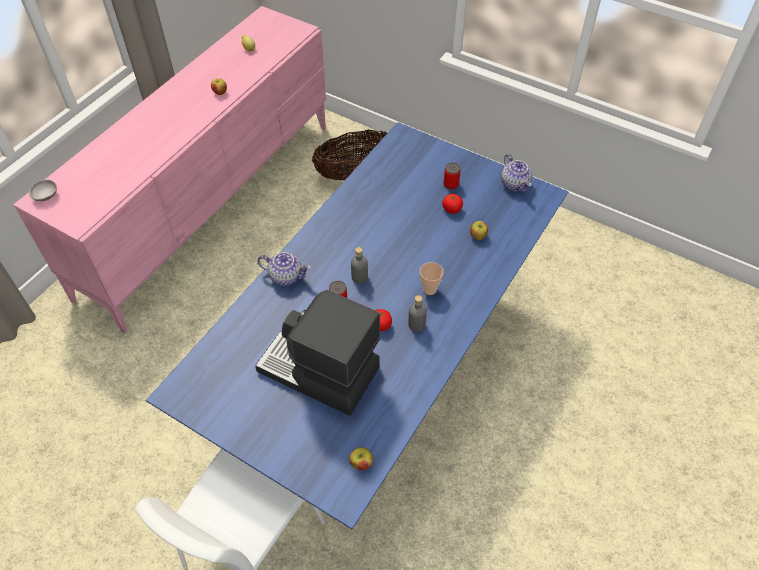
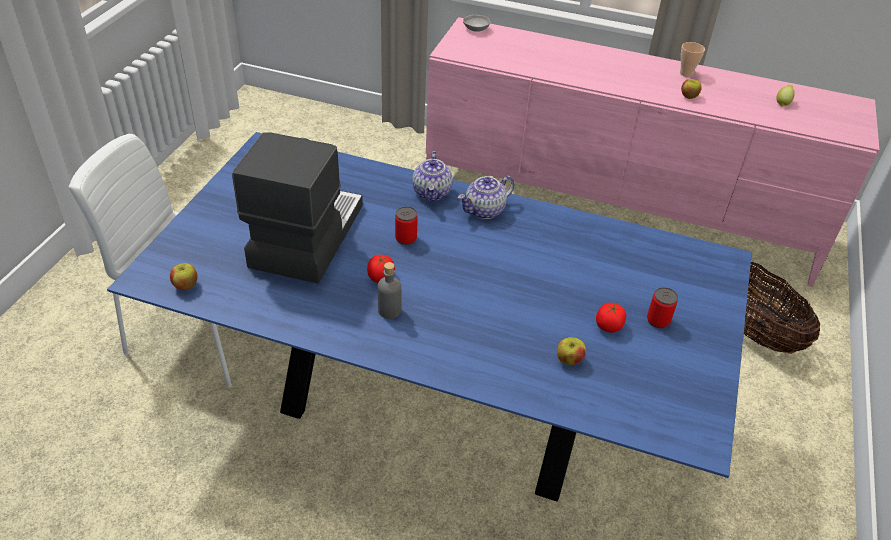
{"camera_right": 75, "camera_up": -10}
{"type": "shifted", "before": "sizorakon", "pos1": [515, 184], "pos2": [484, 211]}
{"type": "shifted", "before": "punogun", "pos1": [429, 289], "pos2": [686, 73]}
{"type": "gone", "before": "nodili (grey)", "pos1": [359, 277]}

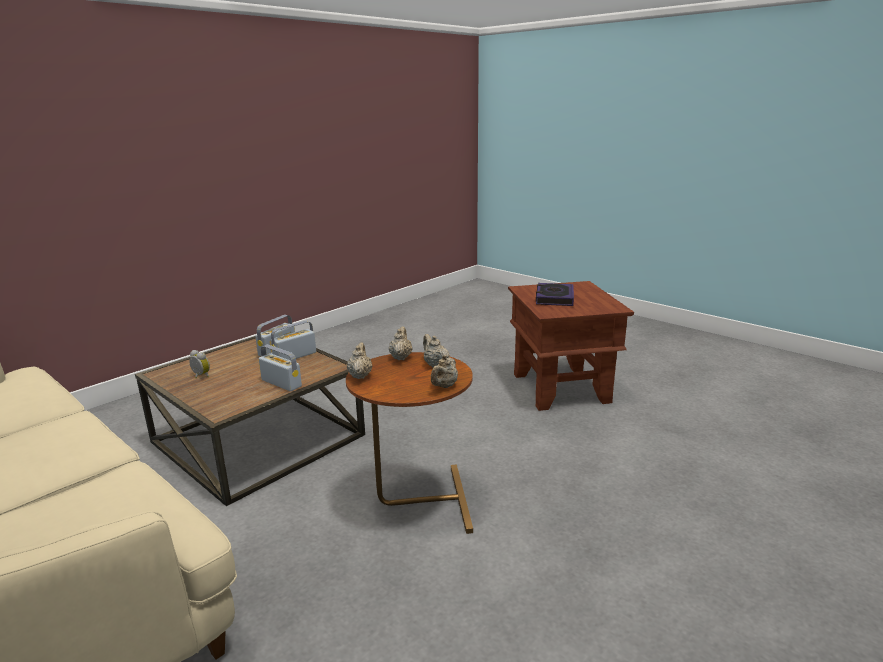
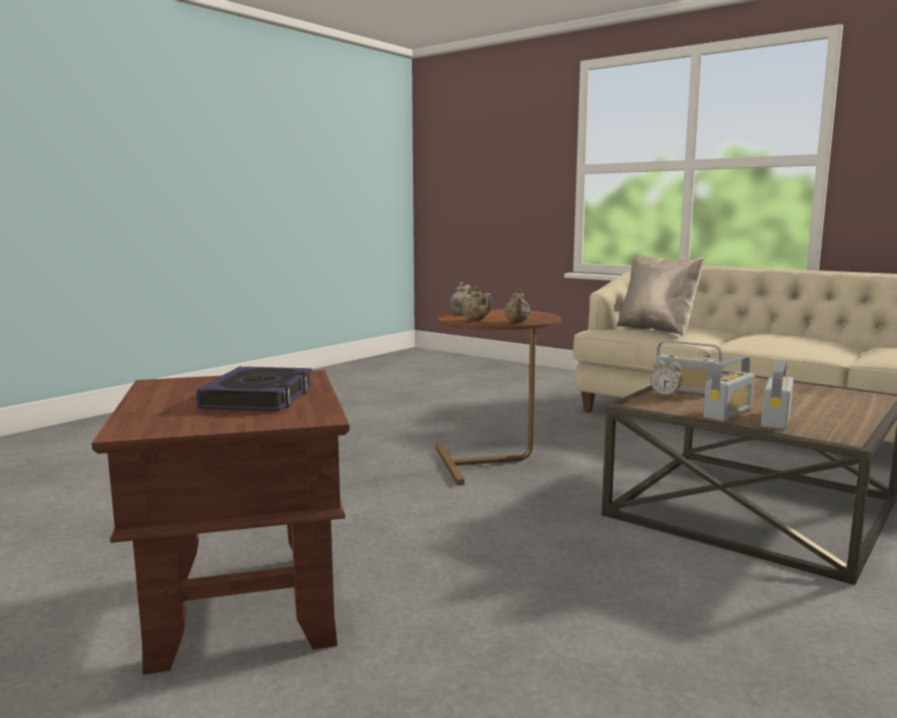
{"camera_right": 175, "camera_up": -10}
{"type": "new", "after": "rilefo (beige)", "pos2": [657, 329]}
{"type": "shifted", "before": "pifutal", "pos1": [200, 376], "pos2": [665, 397]}
{"type": "gone", "before": "sizorakon (beige)", "pos1": [360, 375]}

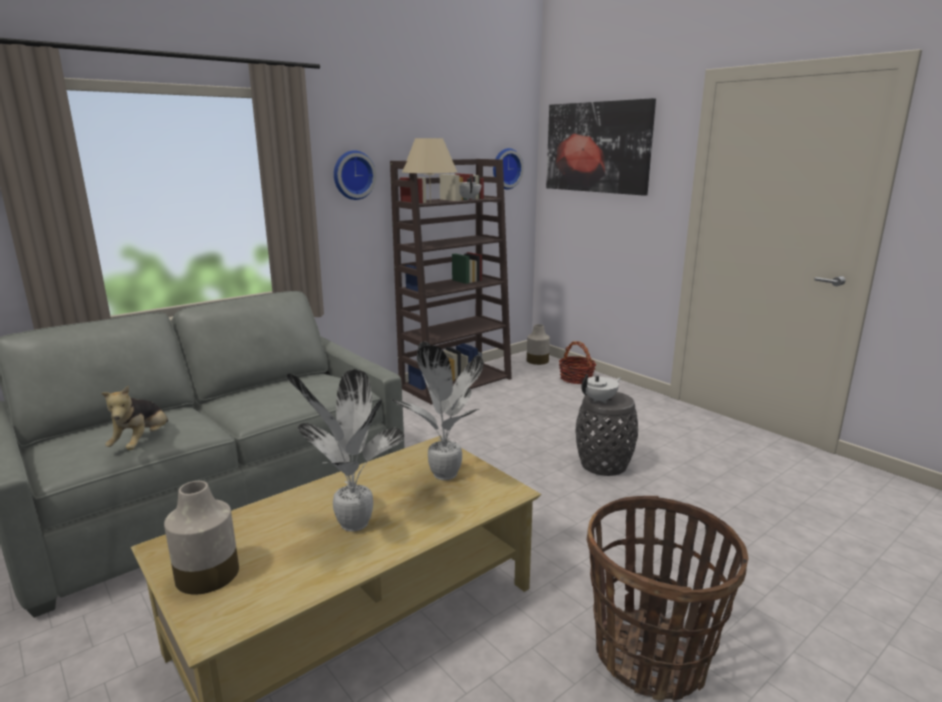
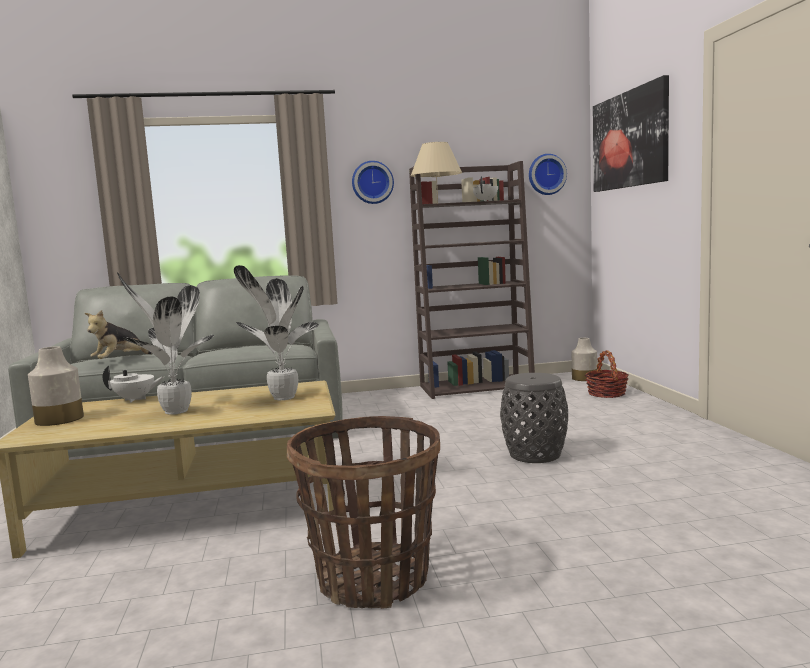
{"camera_right": 30, "camera_up": -10}
{"type": "shifted", "before": "sizorakon (white)", "pos1": [600, 400], "pos2": [135, 399]}

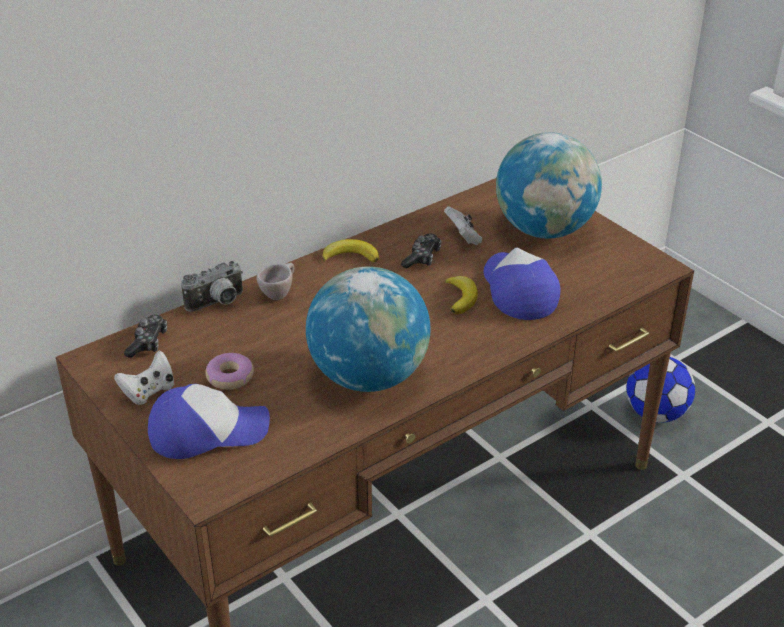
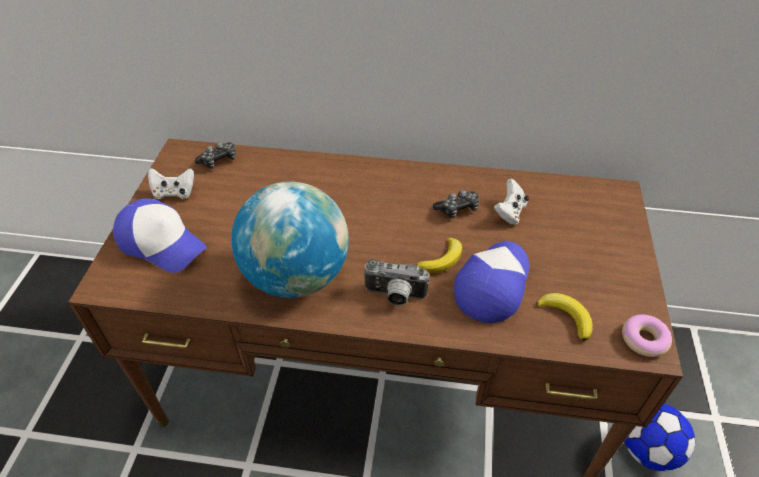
{"camera_right": 45, "camera_up": 10}
{"type": "shifted", "before": "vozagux", "pos1": [217, 303], "pos2": [394, 296]}
{"type": "shifted", "before": "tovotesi", "pos1": [350, 256], "pos2": [566, 316]}
{"type": "shifted", "before": "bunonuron", "pos1": [230, 377], "pos2": [644, 339]}
{"type": "gone", "before": "punogun (beige)", "pos1": [279, 293]}
{"type": "gone", "before": "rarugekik", "pos1": [544, 230]}

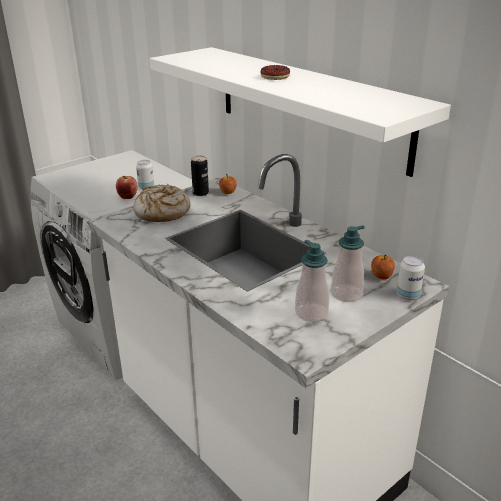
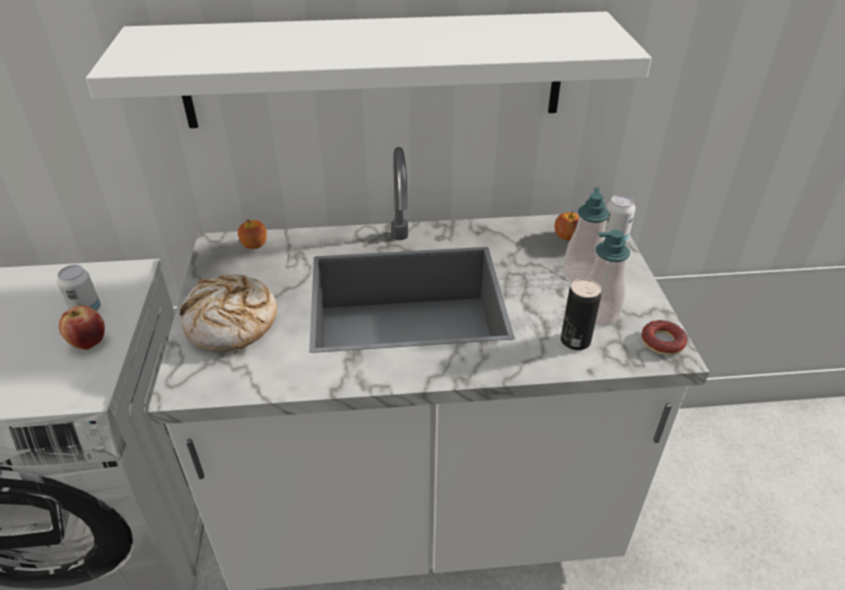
{"camera_right": -55, "camera_up": 10}
{"type": "shifted", "before": "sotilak", "pos1": [200, 193], "pos2": [575, 341]}
{"type": "shifted", "before": "bunonuron", "pos1": [275, 77], "pos2": [662, 342]}

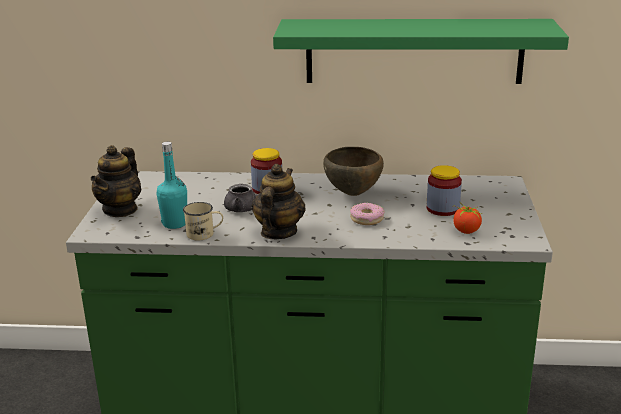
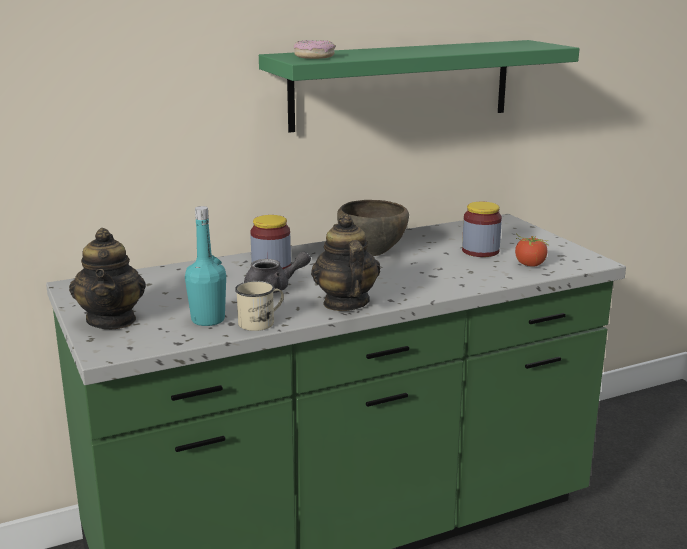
{"camera_right": -30, "camera_up": -5}
{"type": "shifted", "before": "bunonuron", "pos1": [367, 219], "pos2": [314, 56]}

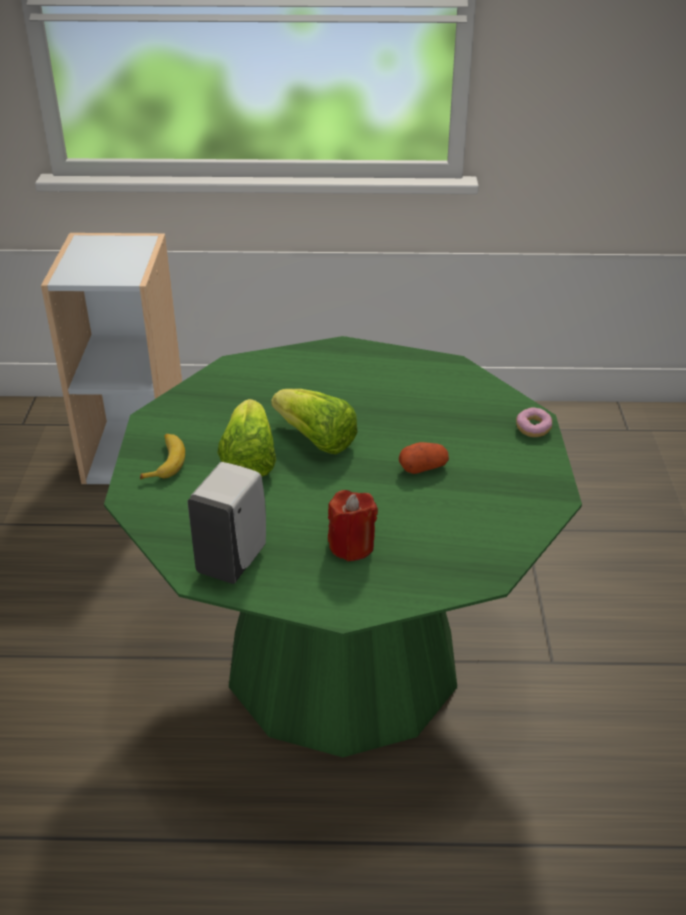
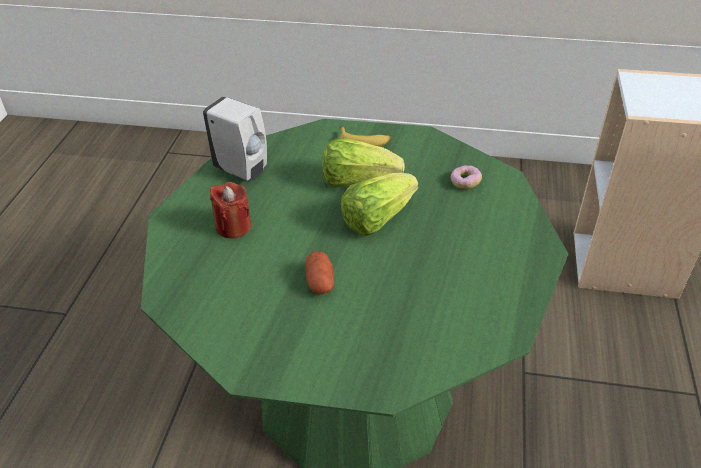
{"camera_right": 100, "camera_up": 5}
{"type": "shifted", "before": "bunonuron", "pos1": [533, 429], "pos2": [465, 182]}

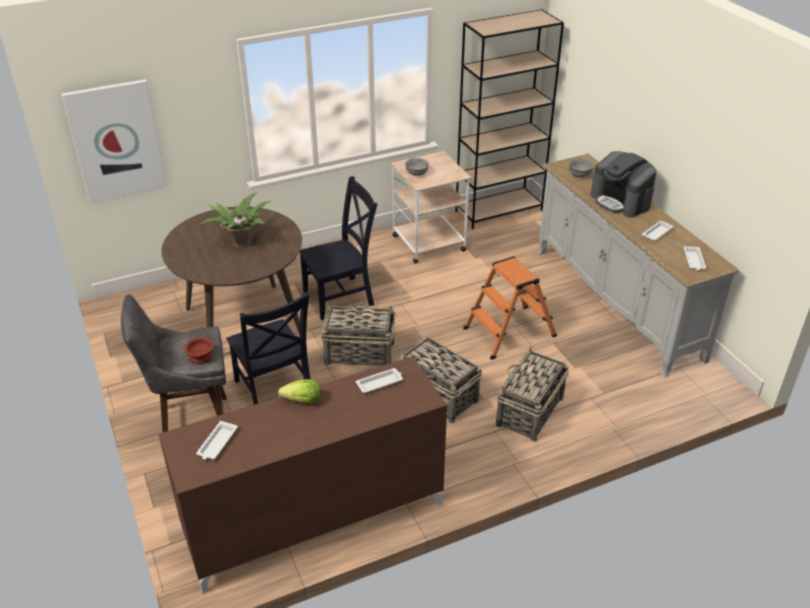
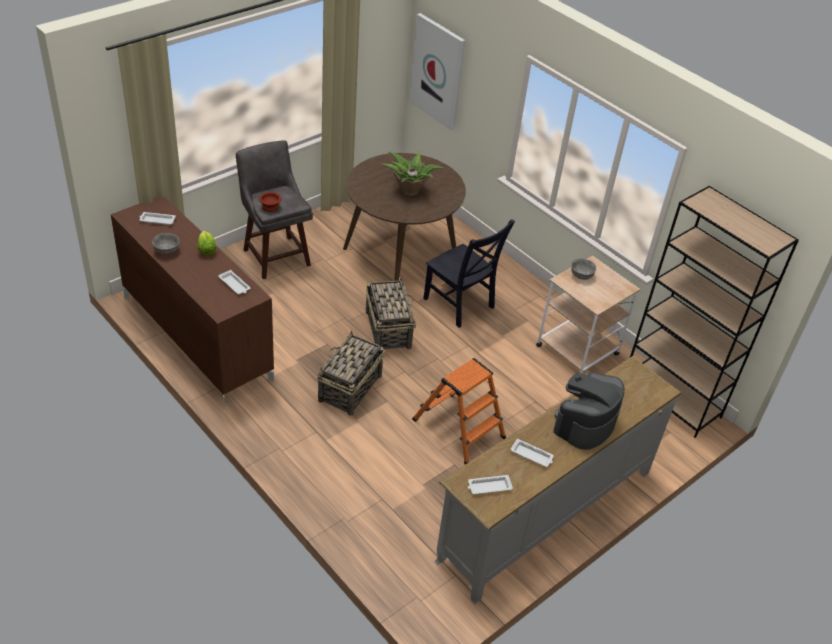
{"camera_right": 70, "camera_up": 5}
{"type": "shifted", "before": "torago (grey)", "pos1": [579, 175], "pos2": [166, 250]}
{"type": "gone", "before": "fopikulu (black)", "pos1": [274, 392]}
{"type": "gone", "before": "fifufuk", "pos1": [529, 412]}

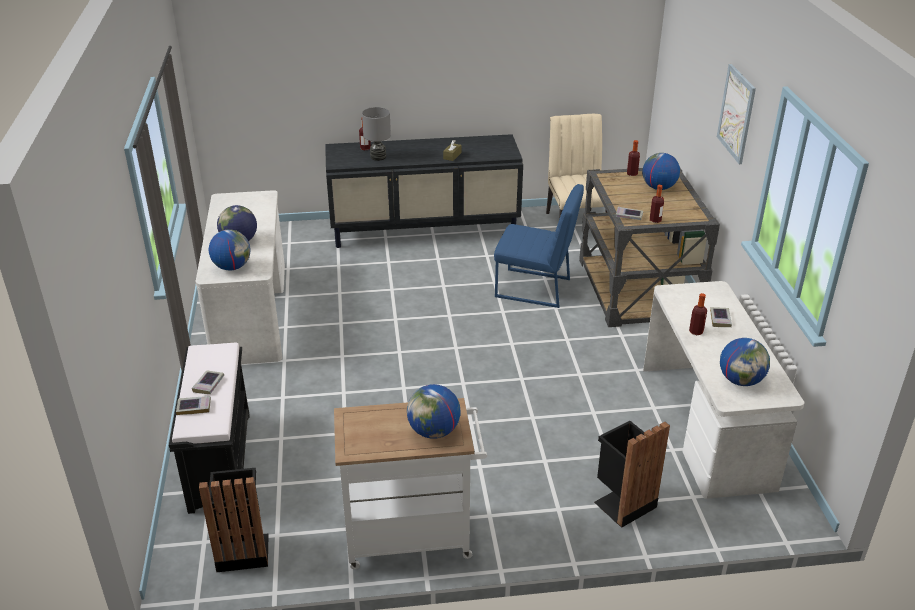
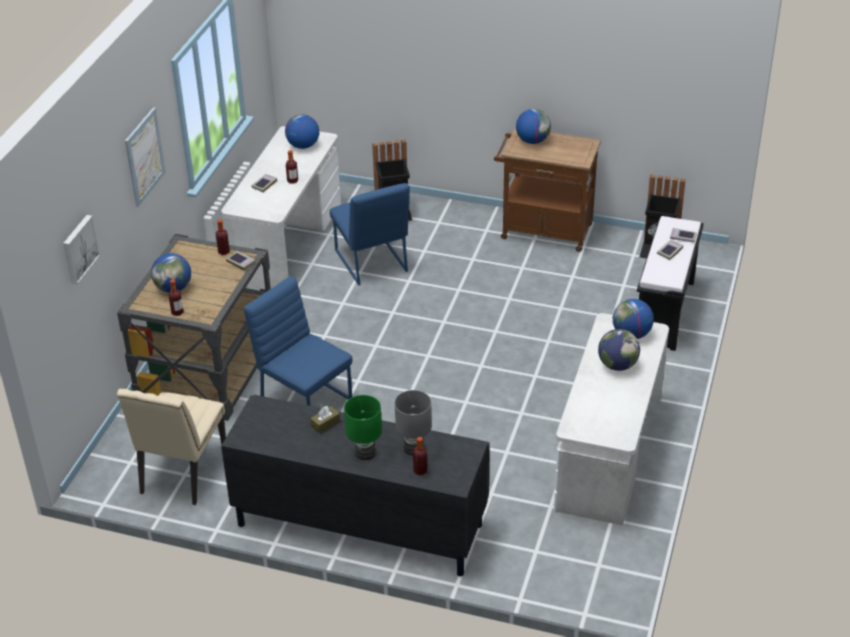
{"camera_right": -155, "camera_up": 5}
{"type": "new", "after": "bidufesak", "pos2": [79, 248]}
{"type": "new", "after": "fopikulu (blue)", "pos2": [371, 262]}
{"type": "new", "after": "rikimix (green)", "pos2": [365, 453]}
{"type": "repainted", "before": "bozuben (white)", "after": "bozuben (brown)", "pos1": [412, 537], "pos2": [543, 231]}

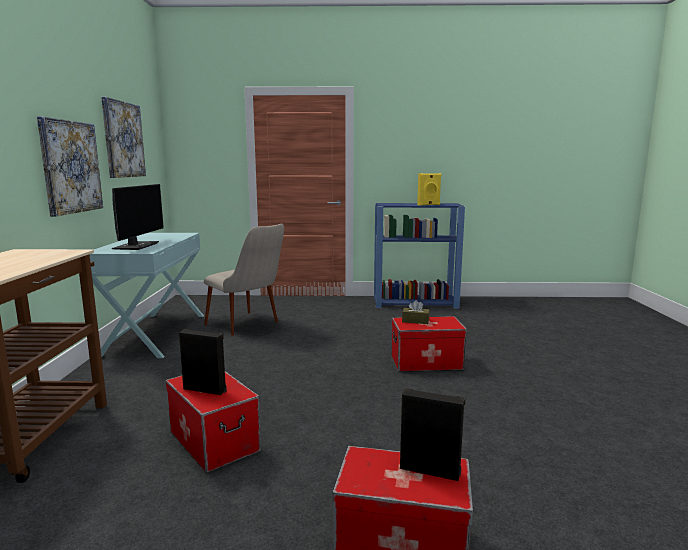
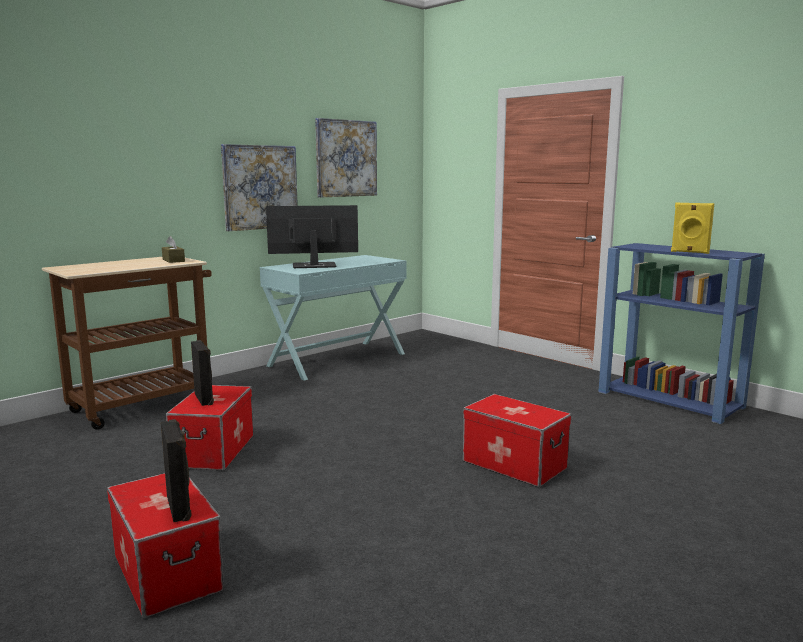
{"camera_right": 45, "camera_up": 0}
{"type": "shifted", "before": "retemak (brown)", "pos1": [415, 321], "pos2": [173, 260]}
{"type": "rotated", "before": "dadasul", "pos1": [136, 246], "pos2": [313, 266], "turn": -150}
{"type": "gone", "before": "fopikulu (beige)", "pos1": [249, 326]}

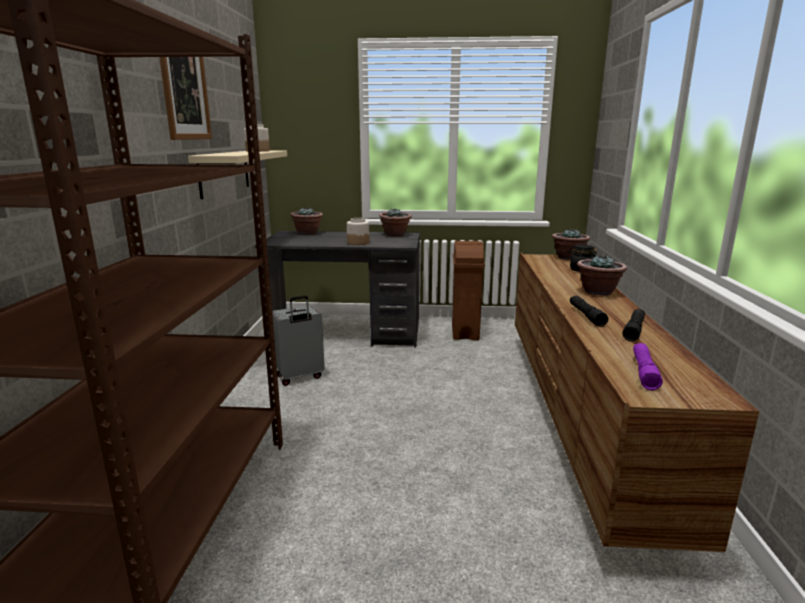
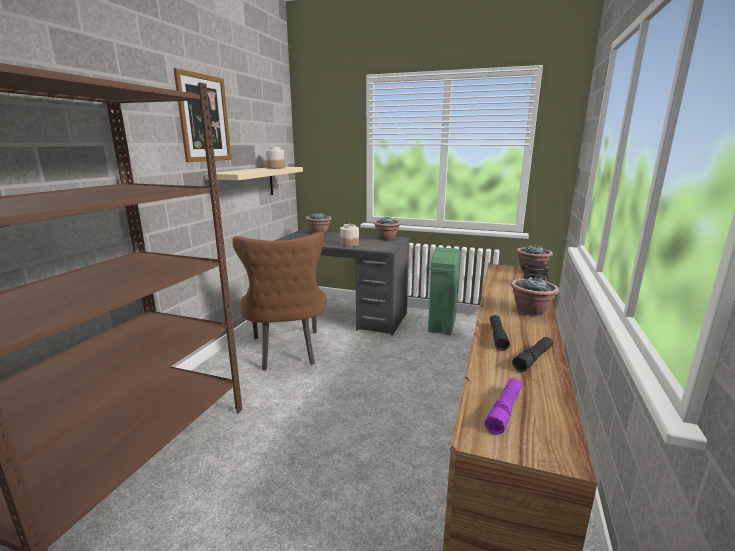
{"camera_right": 15, "camera_up": 0}
{"type": "swapped", "before": "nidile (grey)", "after": "fopikulu (brown)", "pos1": [300, 377], "pos2": [287, 351]}
{"type": "repainted", "before": "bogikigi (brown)", "after": "bogikigi (green)", "pos1": [465, 332], "pos2": [442, 326]}

